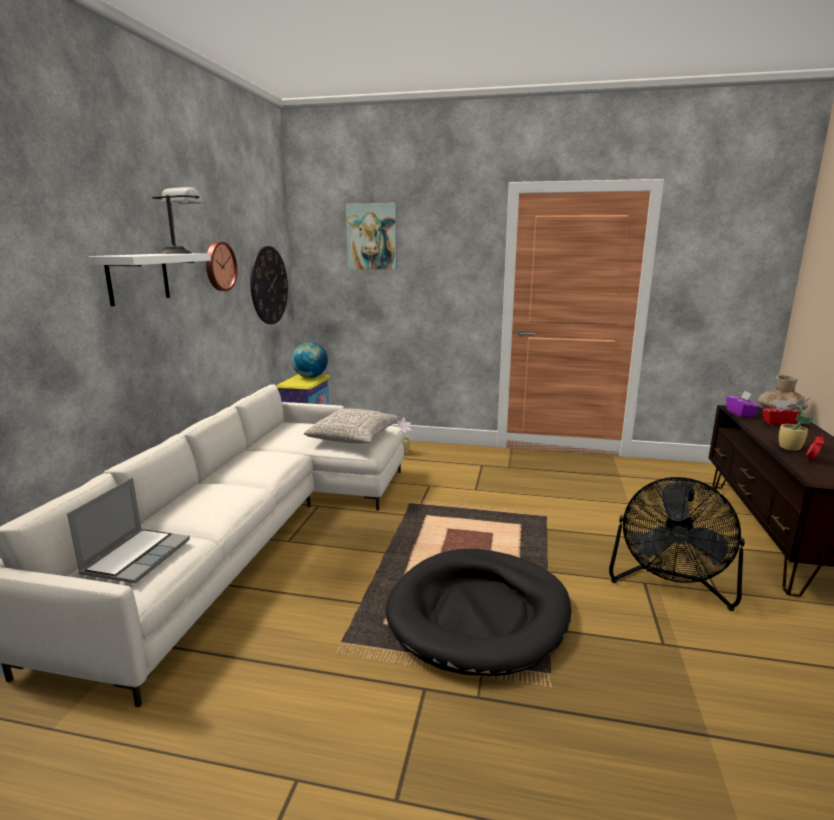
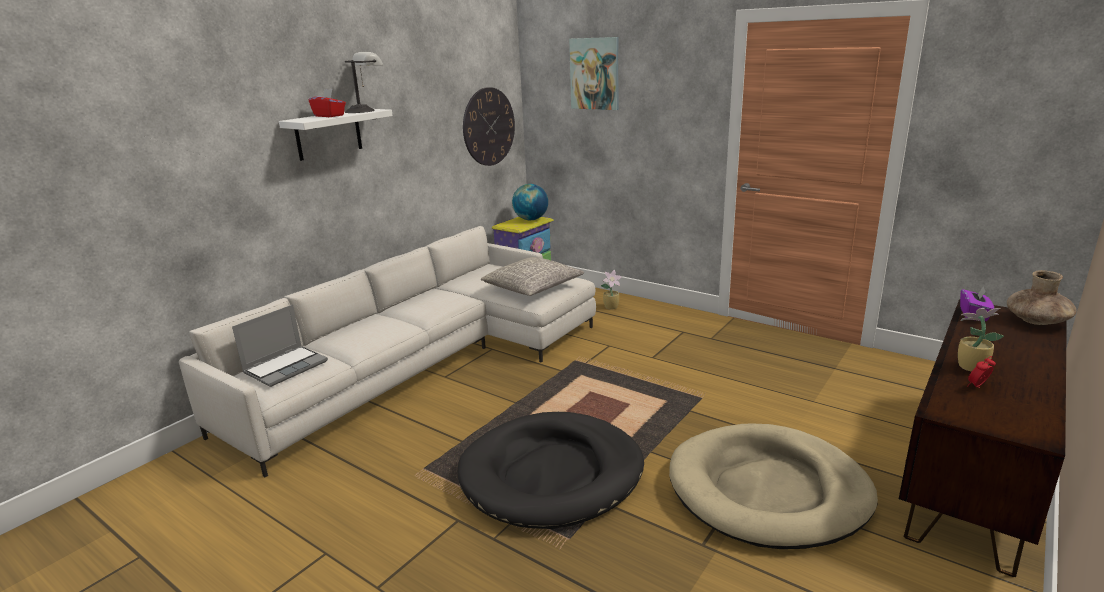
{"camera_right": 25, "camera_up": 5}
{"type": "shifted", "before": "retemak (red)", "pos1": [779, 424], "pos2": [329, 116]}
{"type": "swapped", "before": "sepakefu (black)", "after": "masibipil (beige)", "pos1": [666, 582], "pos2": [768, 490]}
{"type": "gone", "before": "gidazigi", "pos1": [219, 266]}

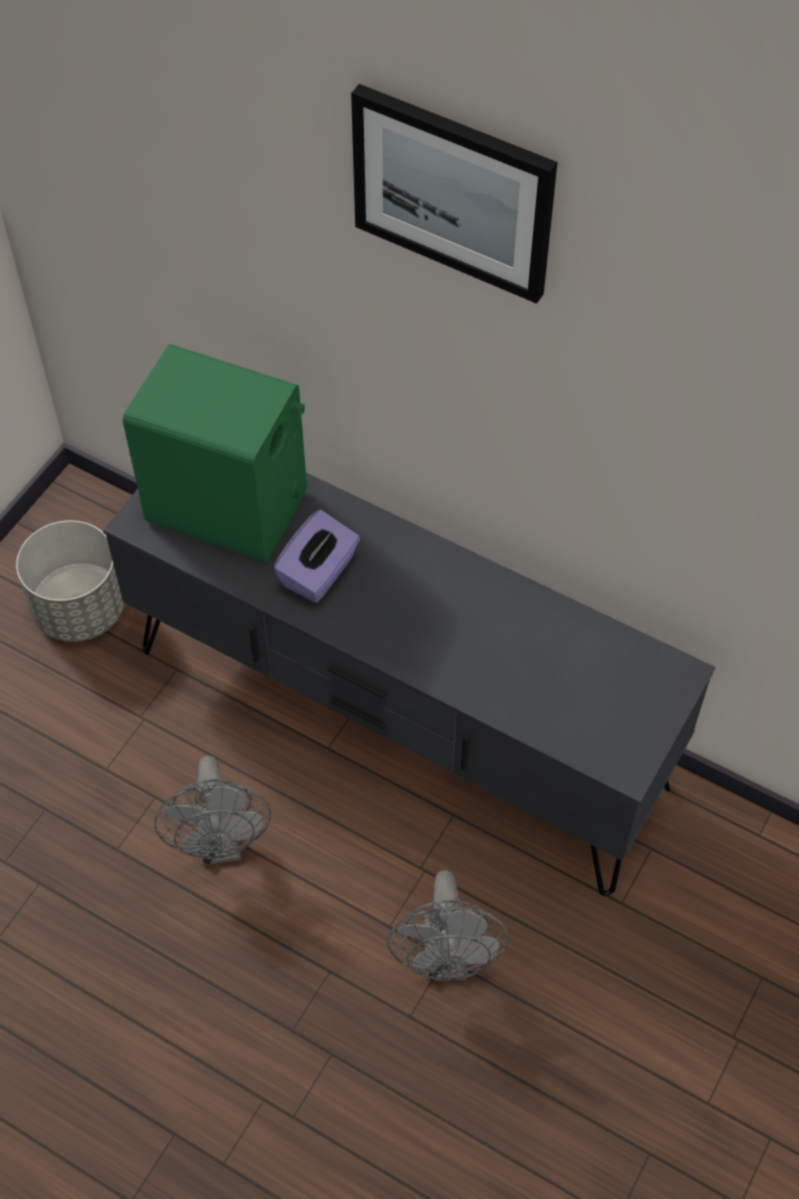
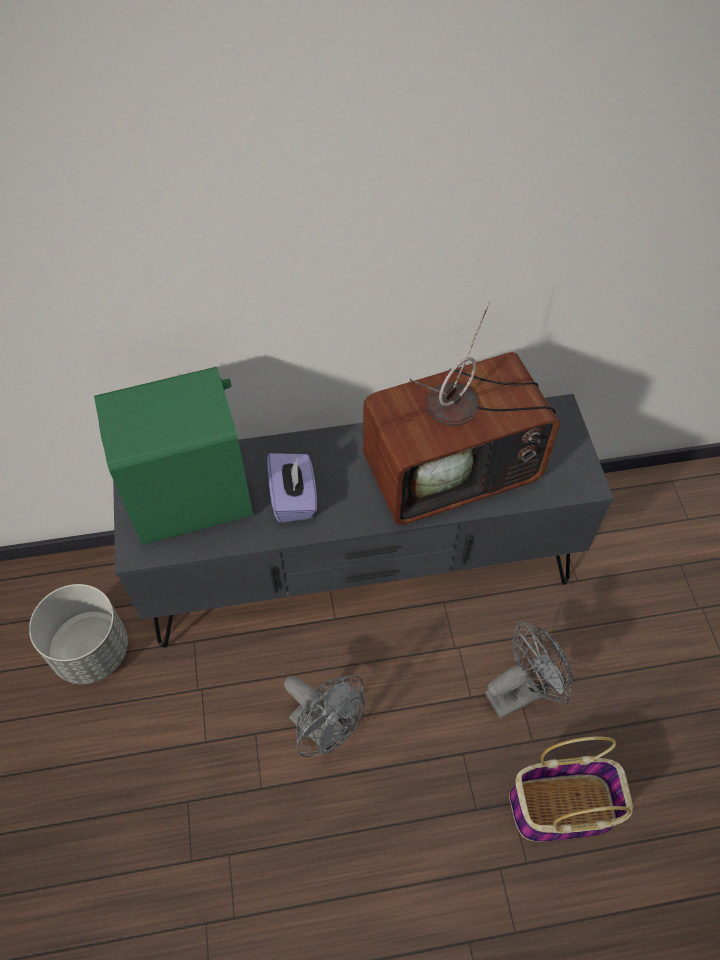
{"camera_right": -40, "camera_up": 0}
{"type": "new", "after": "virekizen", "pos2": [453, 467]}
{"type": "rotated", "before": "sepakefu (grey)", "pos1": [446, 961], "pos2": [520, 691], "turn": -75}
{"type": "new", "after": "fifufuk", "pos2": [560, 808]}
{"type": "gone", "before": "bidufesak", "pos1": [453, 191]}

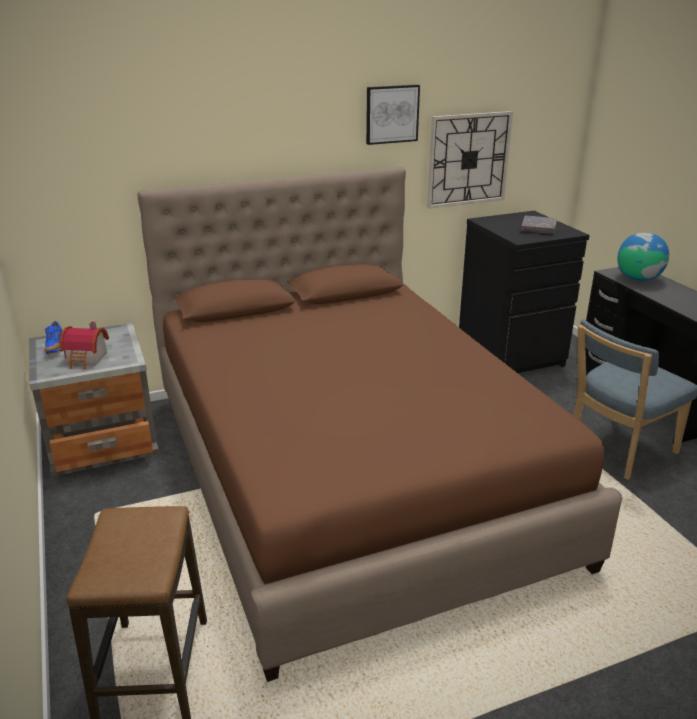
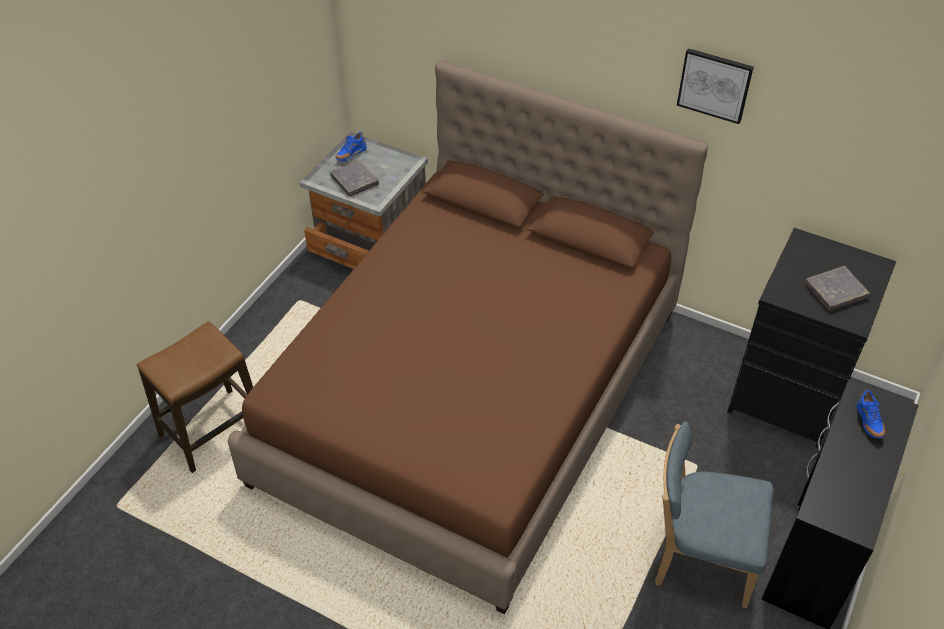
{"camera_right": 50, "camera_up": 20}
{"type": "swapped", "before": "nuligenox", "after": "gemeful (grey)", "pos1": [87, 359], "pos2": [354, 181]}
{"type": "swapped", "before": "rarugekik", "after": "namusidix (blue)", "pos1": [638, 279], "pos2": [868, 423]}
{"type": "gone", "before": "gidazigi", "pos1": [468, 159]}

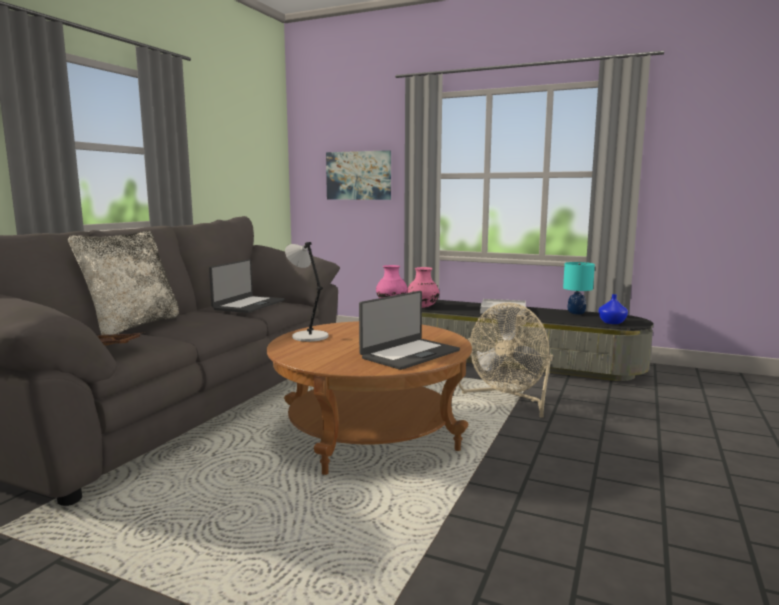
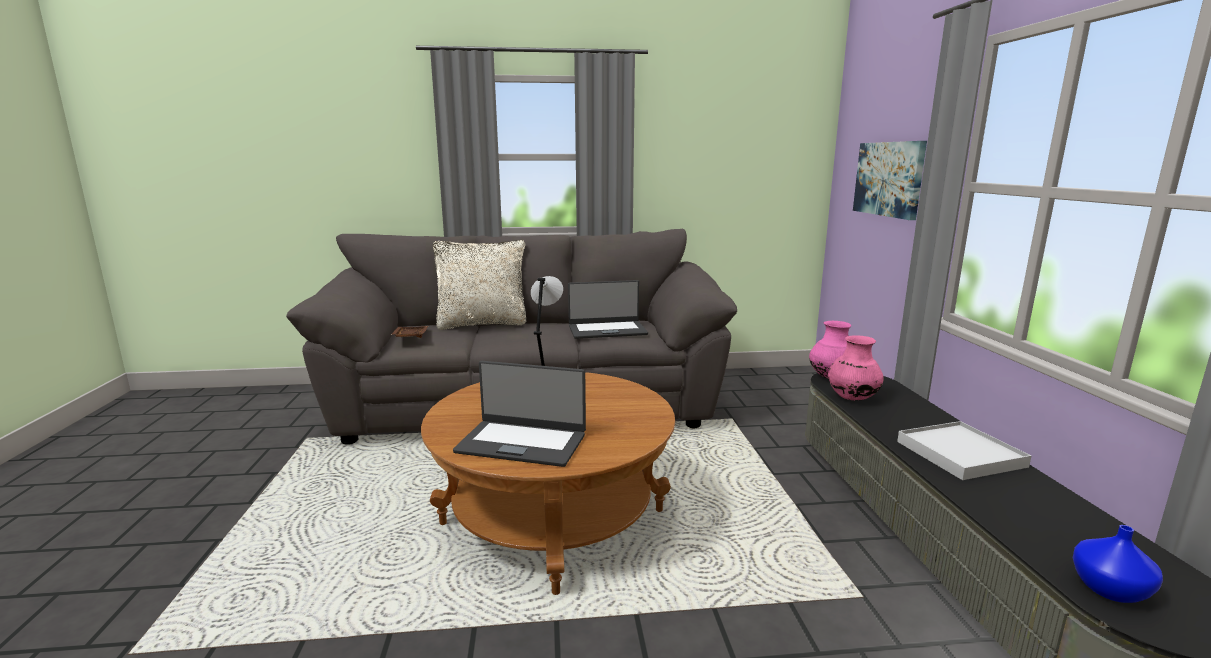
{"camera_right": 60, "camera_up": 5}
{"type": "gone", "before": "sepakefu (beige)", "pos1": [507, 399]}
{"type": "gone", "before": "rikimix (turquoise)", "pos1": [576, 313]}

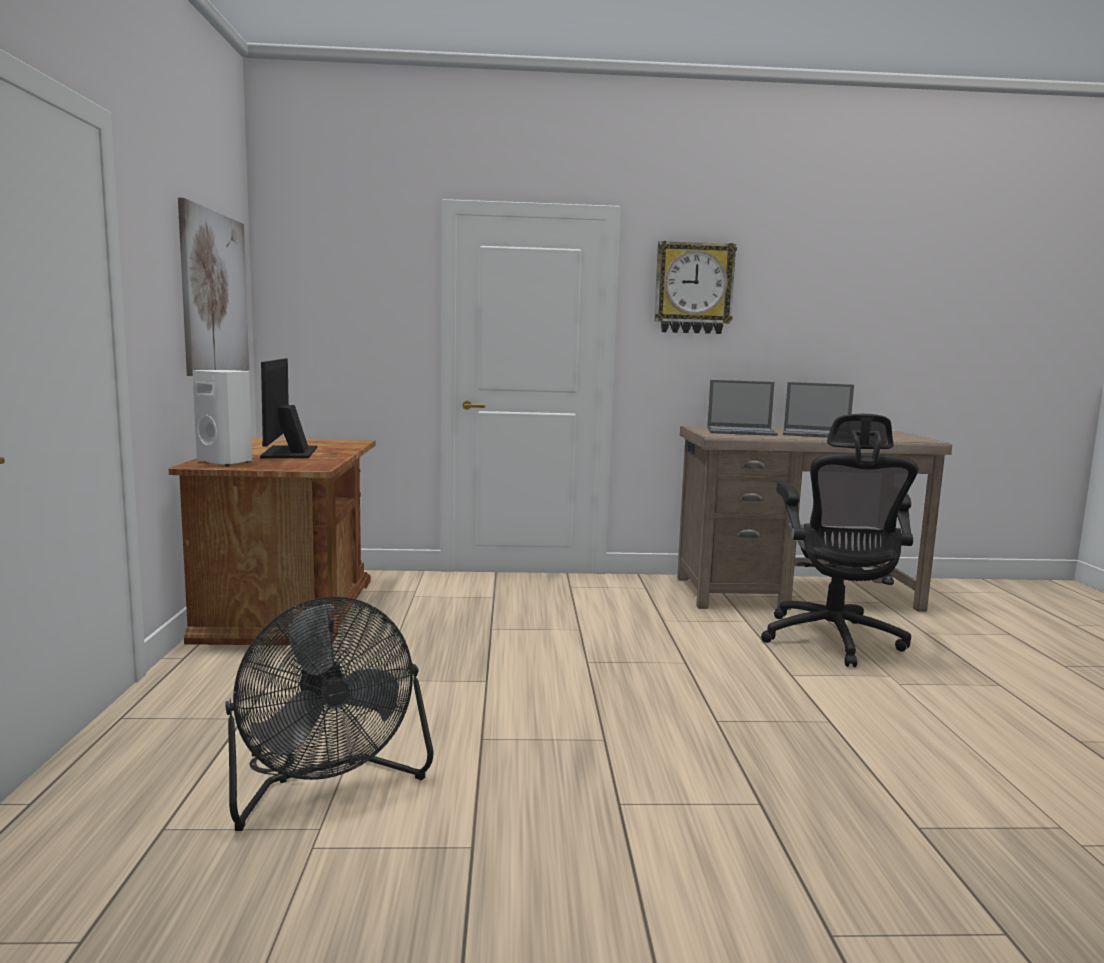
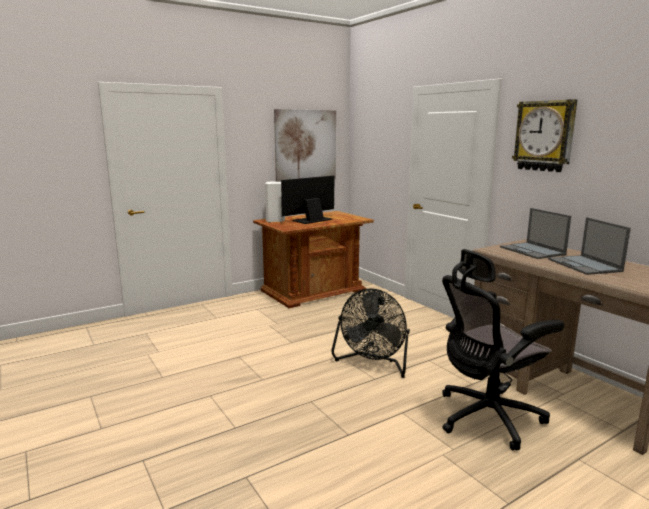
{"camera_right": 60, "camera_up": 5}
{"type": "shifted", "before": "sepakefu (black)", "pos1": [318, 785], "pos2": [371, 362]}

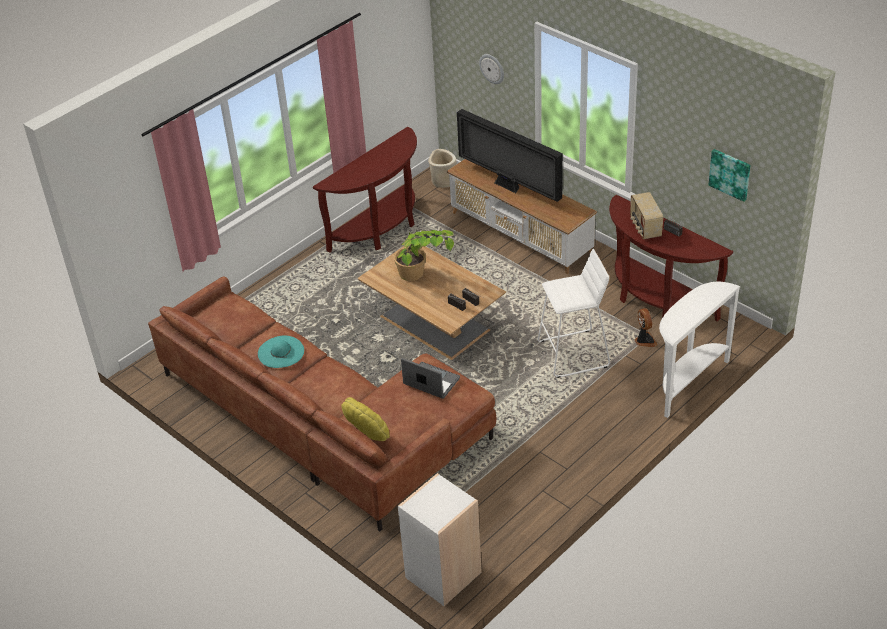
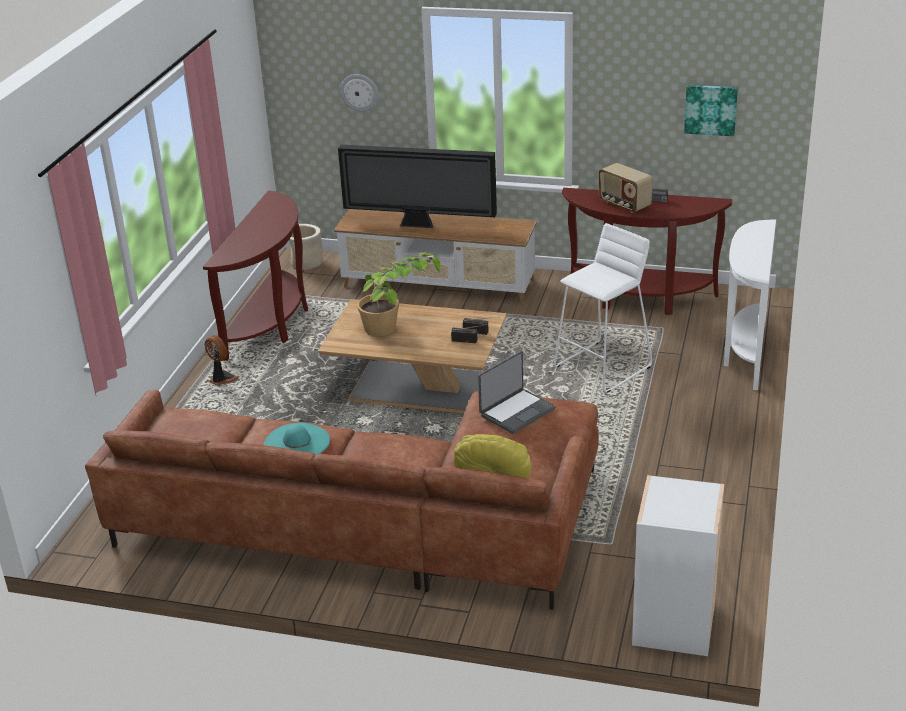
{"camera_right": -30, "camera_up": -10}
{"type": "shifted", "before": "sepakefu", "pos1": [644, 340], "pos2": [222, 379]}
{"type": "rotated", "before": "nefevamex", "pos1": [431, 382], "pos2": [516, 411], "turn": 135}

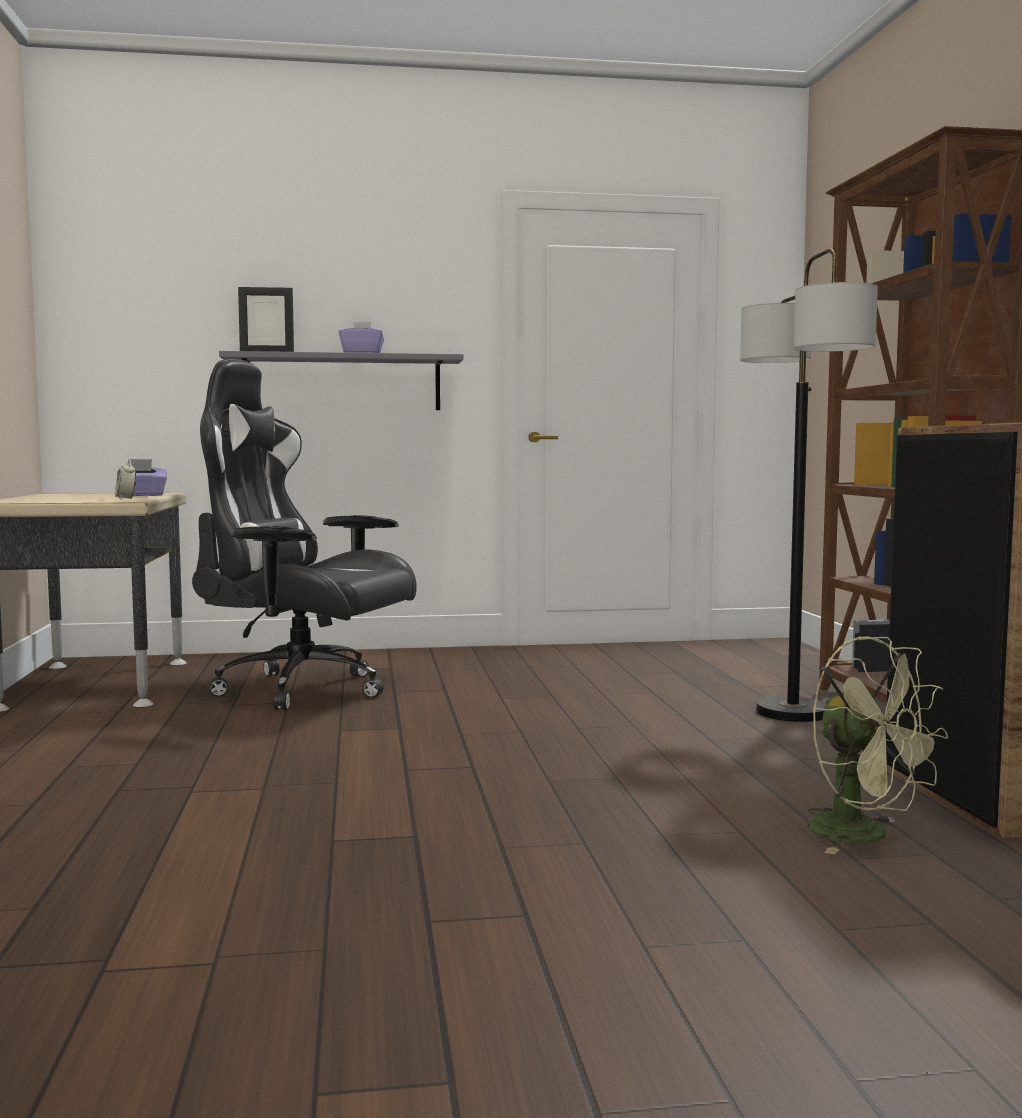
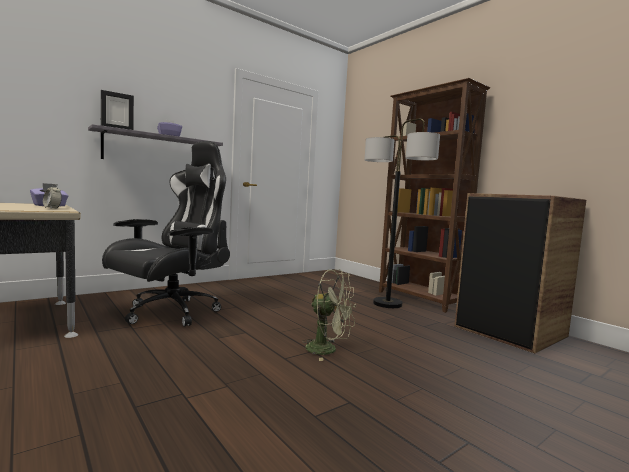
{"camera_right": -30, "camera_up": 0}
{"type": "rotated", "before": "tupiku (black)", "pos1": [311, 690], "pos2": [167, 314], "turn": 135}
{"type": "shifted", "before": "sepakefu (green)", "pos1": [864, 836], "pos2": [328, 350]}

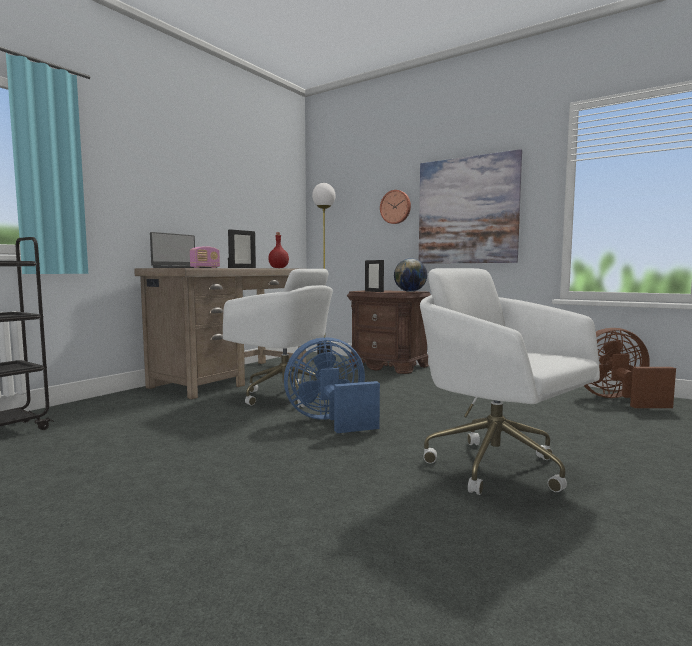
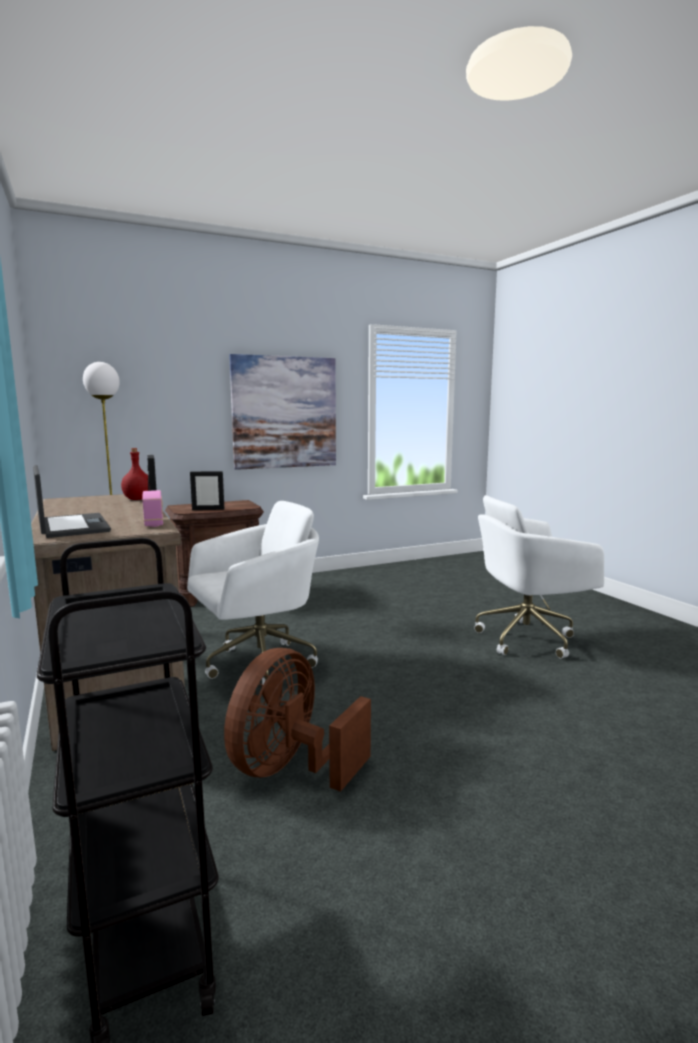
{"camera_right": -60, "camera_up": 5}
{"type": "shifted", "before": "sepakefu (brown)", "pos1": [617, 400], "pos2": [290, 768]}
{"type": "gone", "before": "sepakefu (blue)", "pos1": [331, 421]}
{"type": "gone", "before": "gidazigi", "pos1": [396, 207]}
{"type": "gone", "before": "rarugekik", "pos1": [410, 291]}

